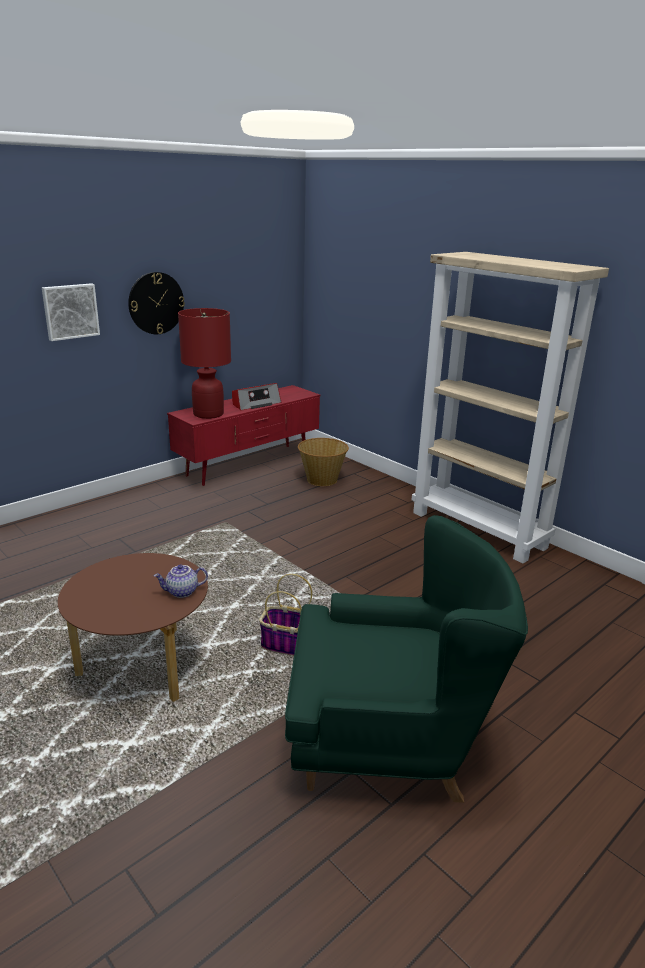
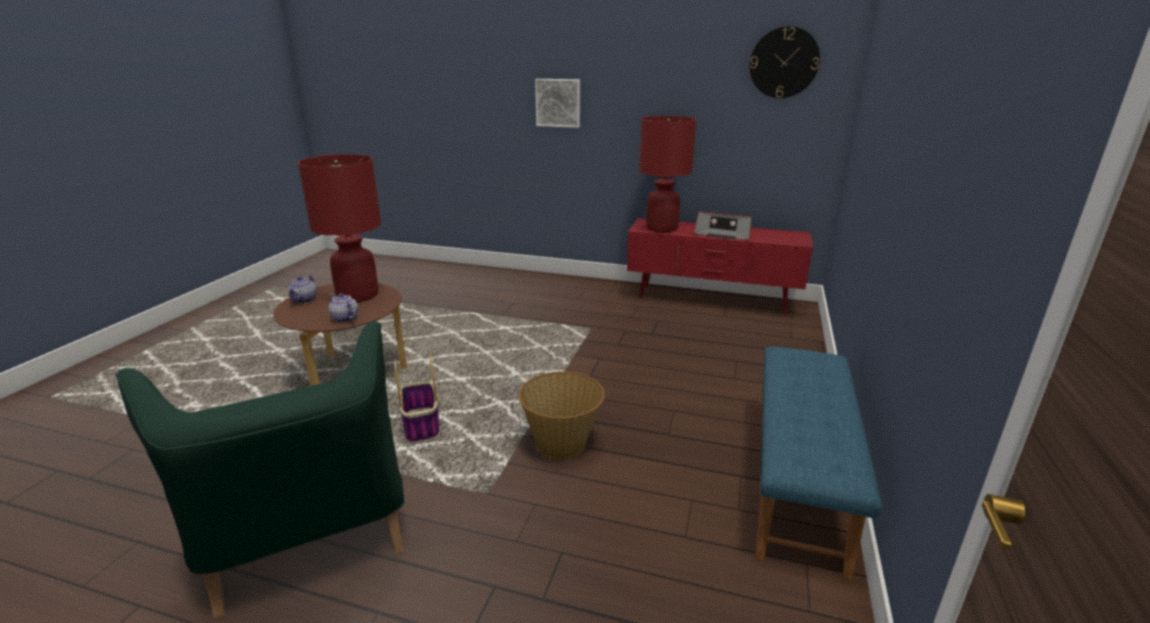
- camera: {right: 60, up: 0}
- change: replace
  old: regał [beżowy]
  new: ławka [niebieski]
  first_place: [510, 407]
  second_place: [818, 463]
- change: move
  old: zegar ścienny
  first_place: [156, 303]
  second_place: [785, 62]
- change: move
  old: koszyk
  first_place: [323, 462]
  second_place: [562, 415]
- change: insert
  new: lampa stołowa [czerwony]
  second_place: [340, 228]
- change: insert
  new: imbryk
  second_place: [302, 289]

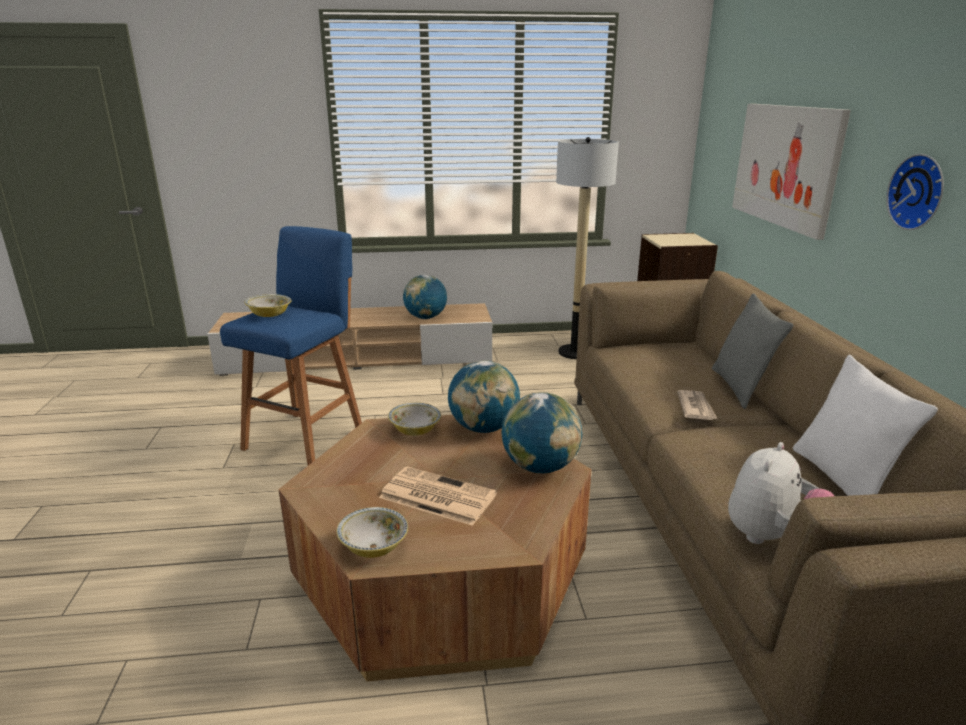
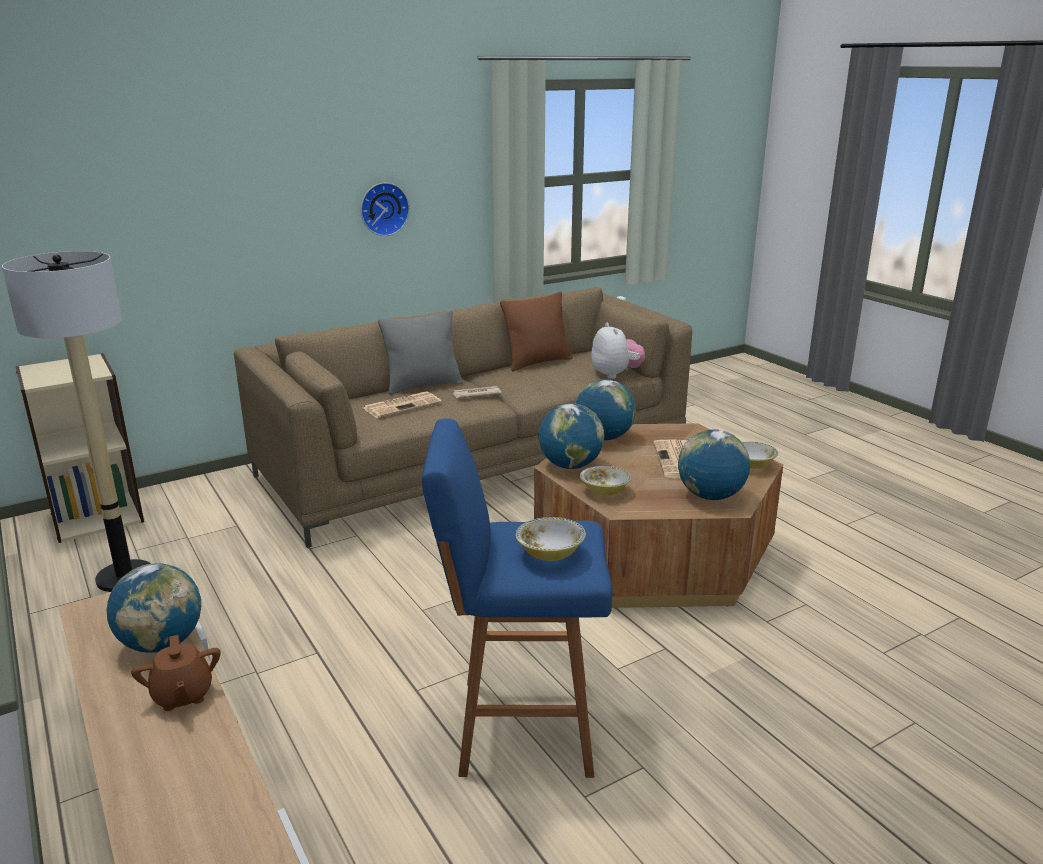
- camera: {right: -115, up: 0}
- change: delete
  old: obraz
  first_place: [791, 172]
- change: recolor
  old: poduszka [biały]
  new: poduszka [brązowy]
  first_place: [865, 425]
  second_place: [536, 331]
- change: rotate
  old: pluszak
  first_place: [781, 493]
  second_place: [618, 351]
  degrees: 60
- change: insert
  new: gazeta
  second_place: [402, 404]
- change: insert
  new: globus
  second_place: [714, 464]
- change: insert
  new: imbryk [brązowy]
  second_place: [176, 673]

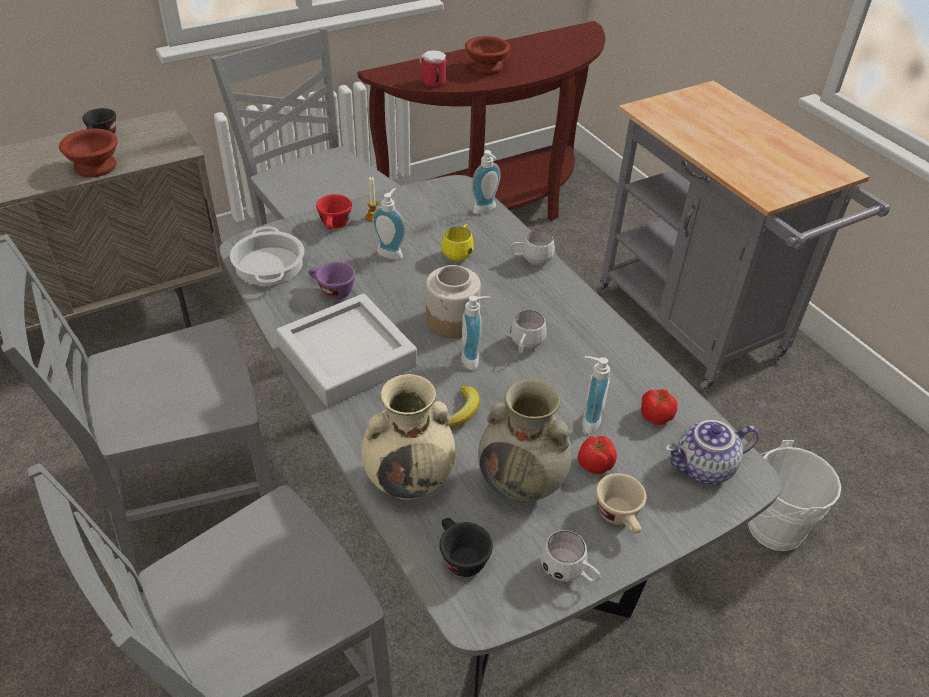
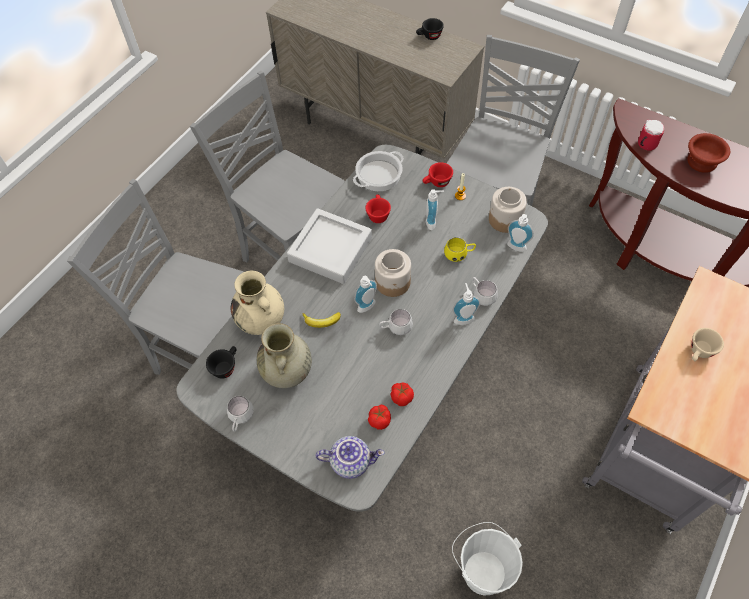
- camera: {right: 65, up: 15}
- change: delete
  old: miska [brązowy]
  first_place: [88, 153]
- change: recolor
  old: filiżanka [fioletowy]
  new: filiżanka [czerwony]
  first_place: [332, 281]
  second_place: [378, 209]
- change: move
  old: dozownik mydła
  first_place: [596, 395]
  second_place: [466, 304]
- change: rotate
  old: imbryk
  first_place: [712, 452]
  second_place: [350, 457]
  degrees: 135
- change: move
  old: pomidor
  first_place: [597, 455]
  second_place: [402, 394]
- change: move
  old: filiżanka [beżowy]
  first_place: [621, 503]
  second_place: [707, 345]
- change: insert
  new: słoik
  second_place: [508, 210]

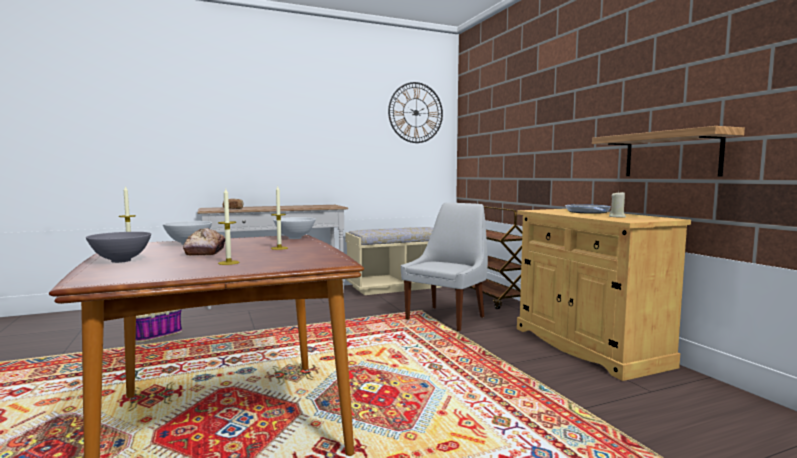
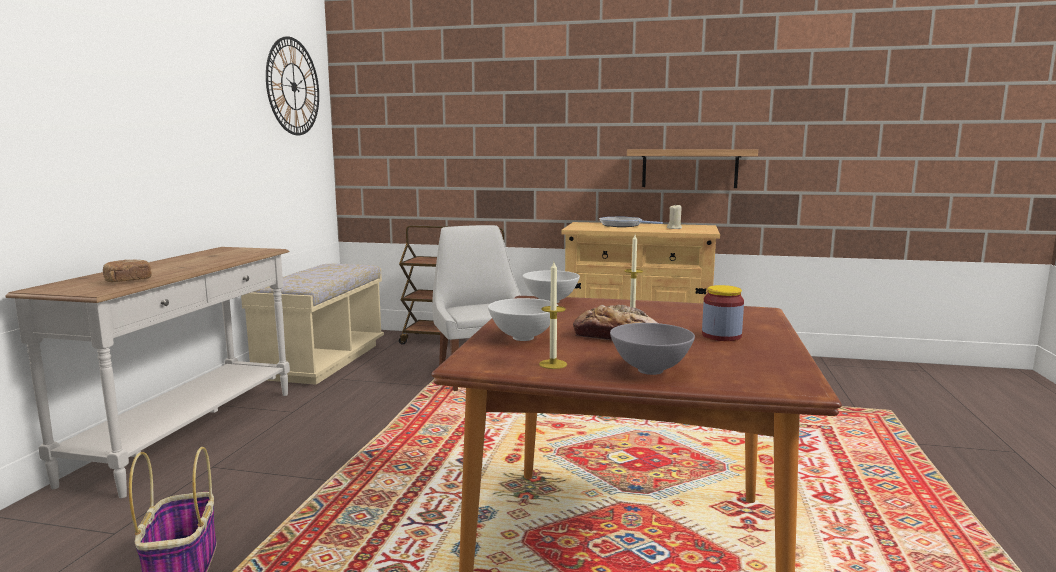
- camera: {right: -55, up: 5}
- change: replace
  old: świeca
  new: słoik
  first_place: [229, 226]
  second_place: [723, 313]

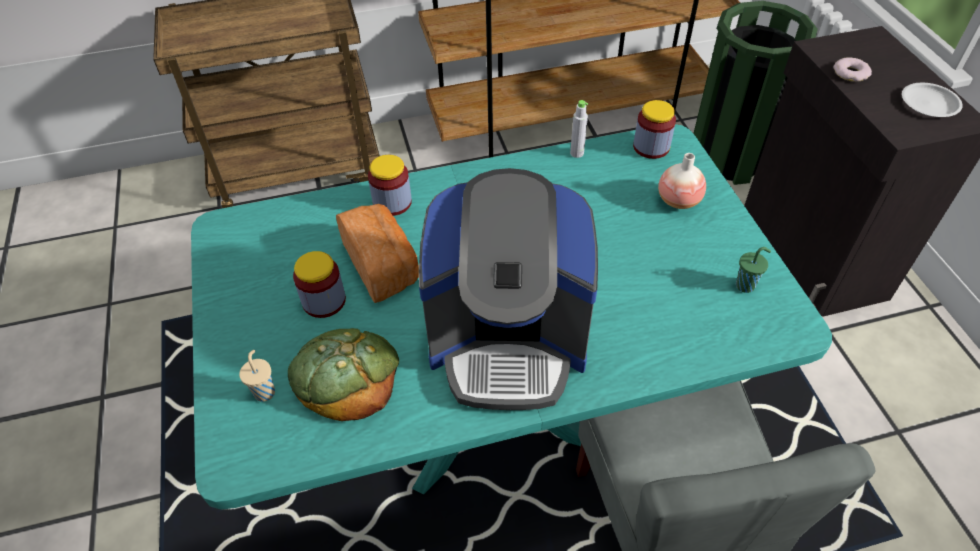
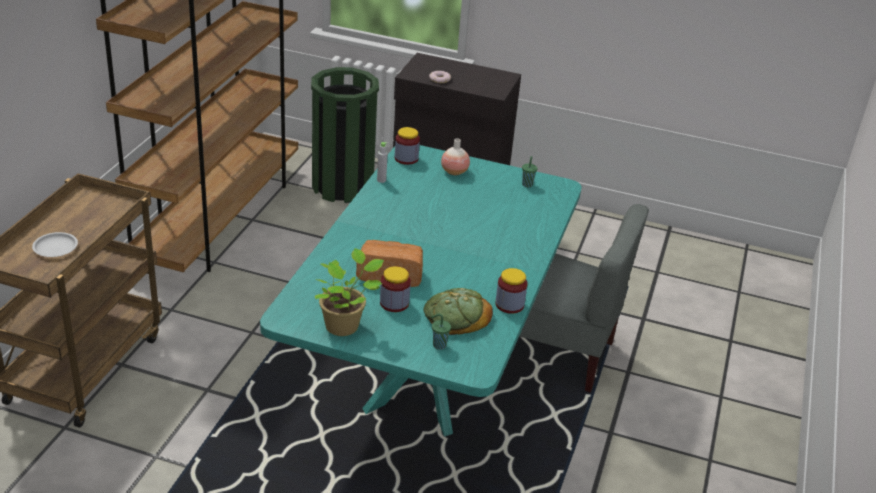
- camera: {right: -60, up: -15}
- change: move
  old: talerz [biały]
  first_place: [932, 100]
  second_place: [55, 244]
- change: move
  old: słoik
  first_place: [390, 185]
  second_place: [511, 291]
- change: delete
  old: ekspres do kawy
  first_place: [508, 289]
- change: recolor
  old: filiżanka [beżowy]
  new: filiżanka [zielony]
  first_place: [257, 376]
  second_place: [441, 332]
- change: insert
  new: roślina doniczkowa
  second_place: [349, 292]

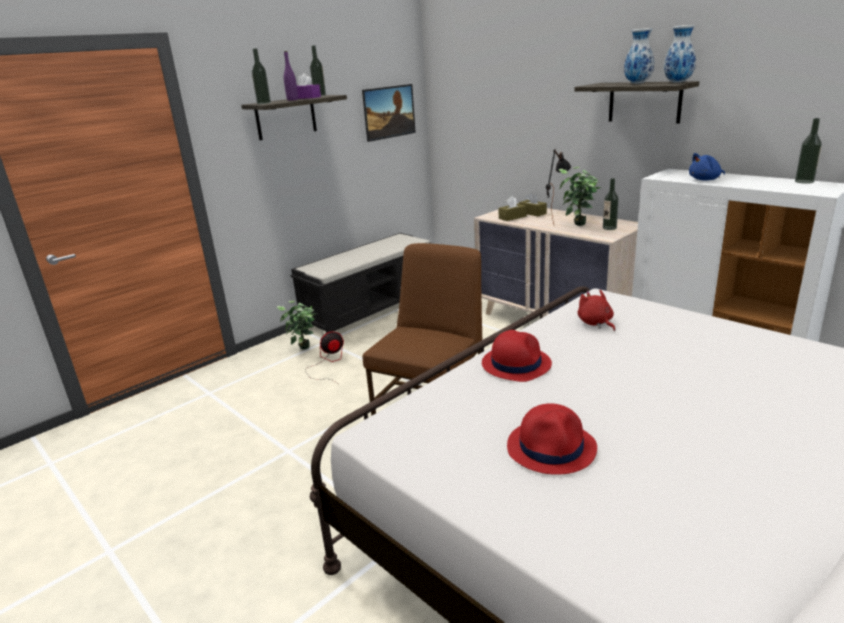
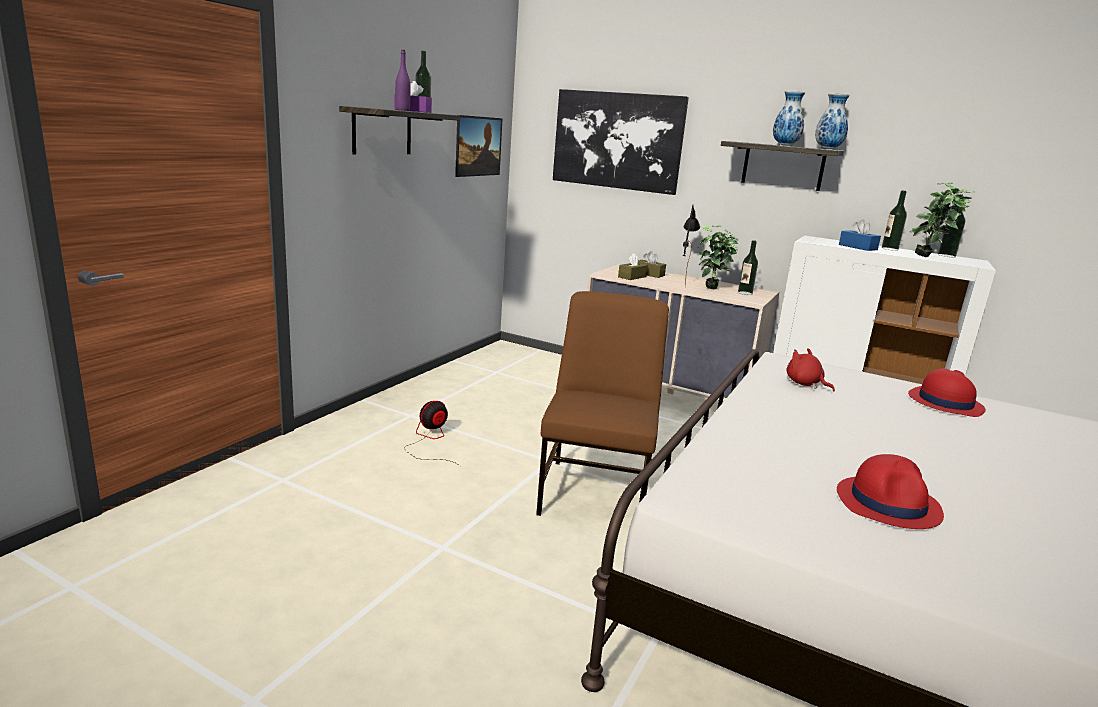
- camera: {right: -20, up: -5}
- change: move
  old: butelka
  first_place: [261, 76]
  second_place: [894, 220]
- change: replace
  old: pluszak [niebieski]
  new: pudełko chusteczek [niebieski]
  first_place: [707, 166]
  second_place: [860, 235]
- change: delete
  old: ławka [czarny]
  first_place: [360, 283]
- change: move
  old: roślina doniczkowa
  first_place: [296, 325]
  second_place: [942, 219]
- change: move
  old: kapelusz [czerwony]
  first_place: [517, 356]
  second_place: [947, 392]
- change: insert
  new: obraz
  second_place: [621, 142]

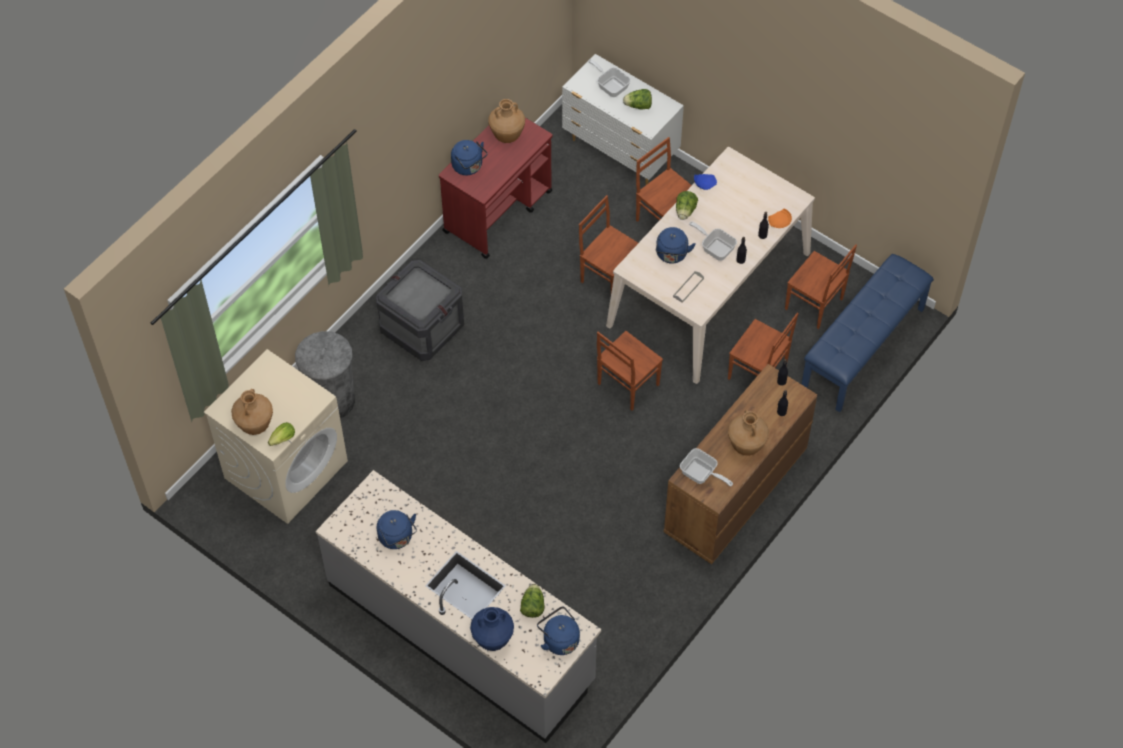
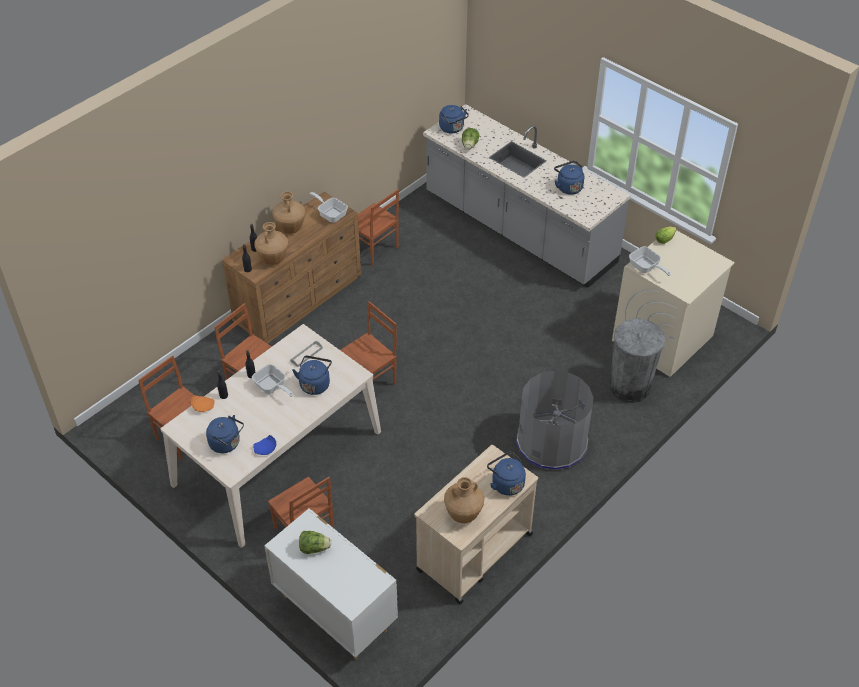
- camera: {right: -175, up: -10}
- change: move
  old: patelnia
  first_place: [609, 78]
  second_place: [650, 261]
- change: recolor
  old: wózek [czerwony]
  new: wózek [beżowy]
  first_place: [496, 188]
  second_place: [476, 524]
- change: delete
  old: sałata
  first_place: [687, 205]
- change: move
  old: krzesło [brązowy]
  first_place: [608, 243]
  second_place: [378, 227]
- change: delete
  old: ławka [niebieski]
  first_place: [868, 333]
- change: replace
  old: skrzynka
  new: kosz na śmieci [szary]
  first_place: [420, 310]
  second_place: [554, 420]
- change: move
  old: wazon [brązowy]
  first_place: [252, 412]
  second_place: [271, 243]
- change: delete
  old: wazon [niebieski]
  first_place: [492, 629]
- change: insert
  new: czajnik [niebieski]
  second_place: [225, 434]

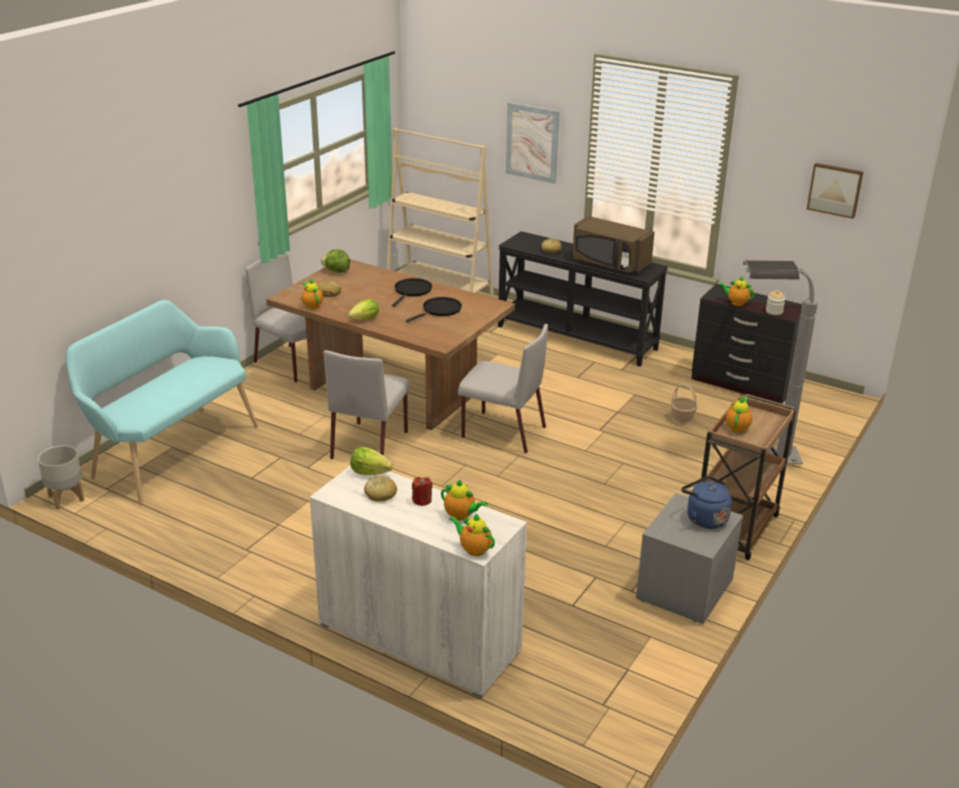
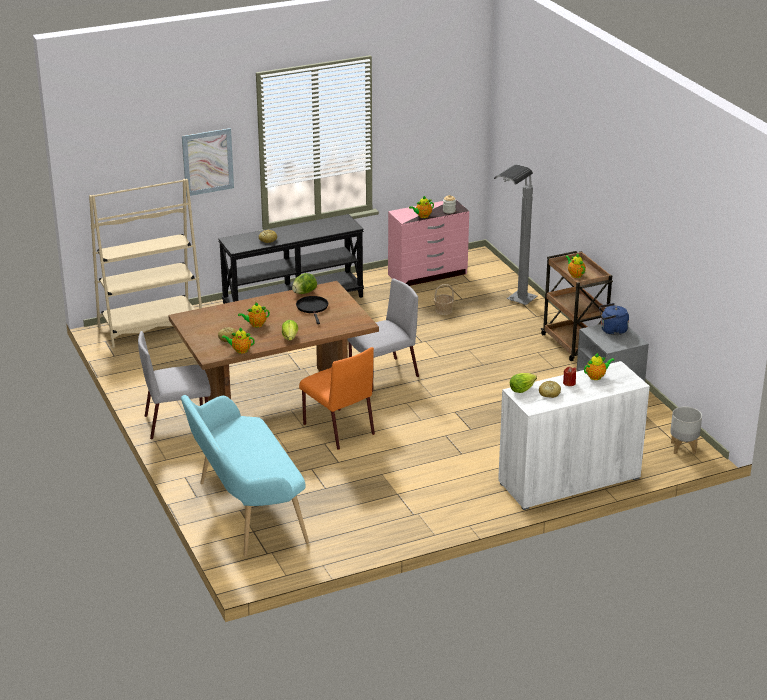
- camera: {right: -55, up: 0}
- change: delete
  old: obraz
  first_place: [835, 191]
- change: delete
  old: mikrofalówka [brązowy]
  first_place: [613, 244]
- change: move
  old: sałata
  first_place: [335, 260]
  second_place: [304, 283]
- change: delete
  old: patelnia [czarny]
  first_place: [412, 292]
- change: recolor
  old: komoda [czarny]
  new: komoda [różowy]
  first_place: [746, 344]
  second_place: [428, 242]
- change: recolor
  old: krzesło [szary]
  new: krzesło [pomarańczowy]
  first_place: [367, 404]
  second_place: [337, 398]
- change: move
  old: donica [szary]
  first_place: [61, 477]
  second_place: [686, 431]
- change: move
  old: imbryk
  first_place: [472, 535]
  second_place: [254, 315]

